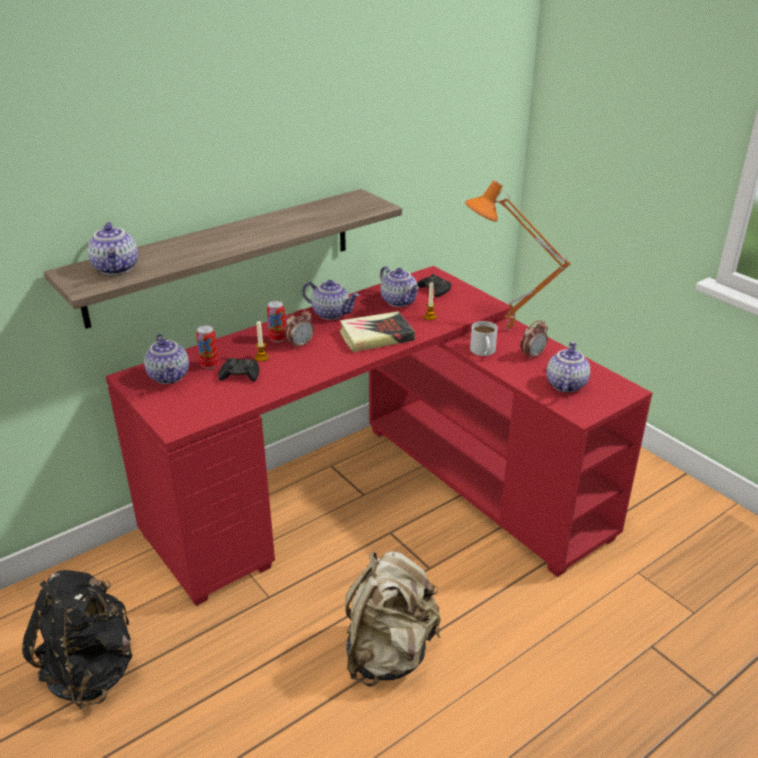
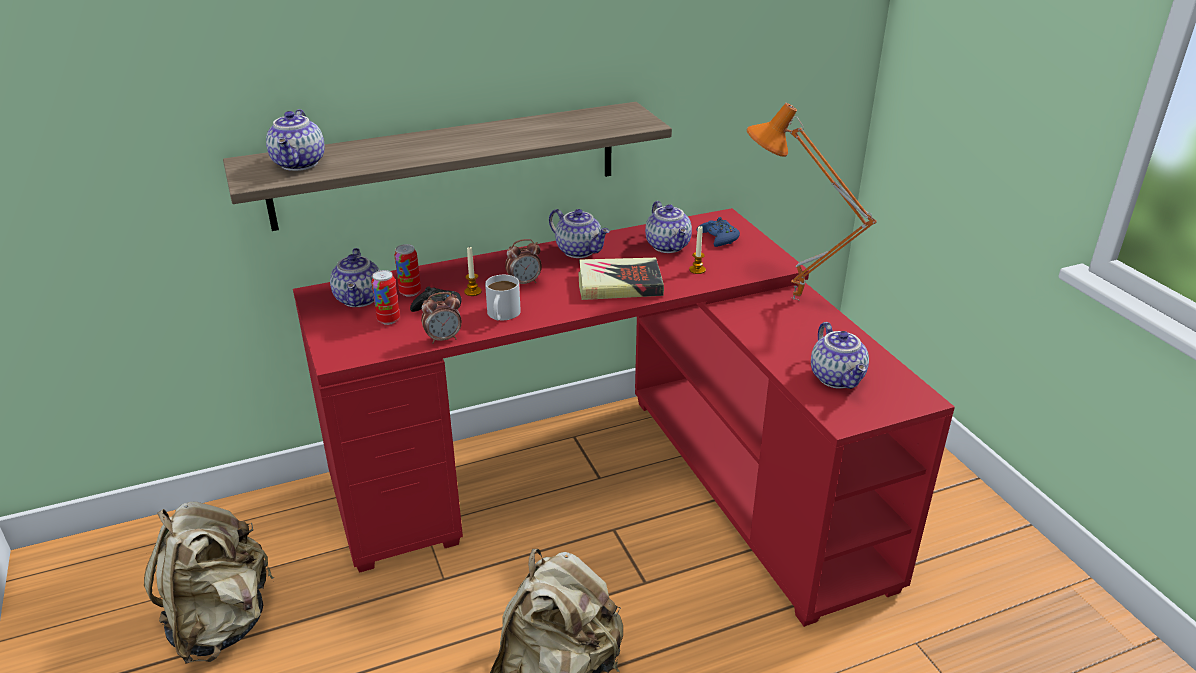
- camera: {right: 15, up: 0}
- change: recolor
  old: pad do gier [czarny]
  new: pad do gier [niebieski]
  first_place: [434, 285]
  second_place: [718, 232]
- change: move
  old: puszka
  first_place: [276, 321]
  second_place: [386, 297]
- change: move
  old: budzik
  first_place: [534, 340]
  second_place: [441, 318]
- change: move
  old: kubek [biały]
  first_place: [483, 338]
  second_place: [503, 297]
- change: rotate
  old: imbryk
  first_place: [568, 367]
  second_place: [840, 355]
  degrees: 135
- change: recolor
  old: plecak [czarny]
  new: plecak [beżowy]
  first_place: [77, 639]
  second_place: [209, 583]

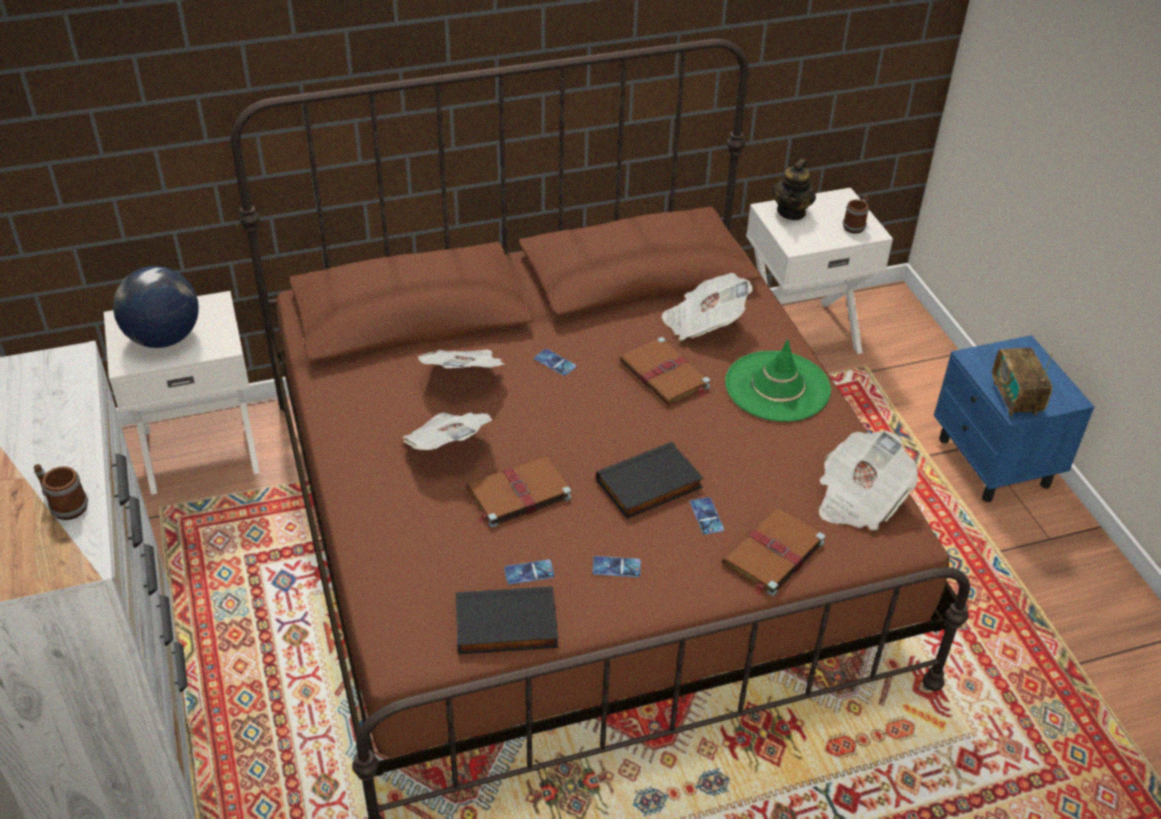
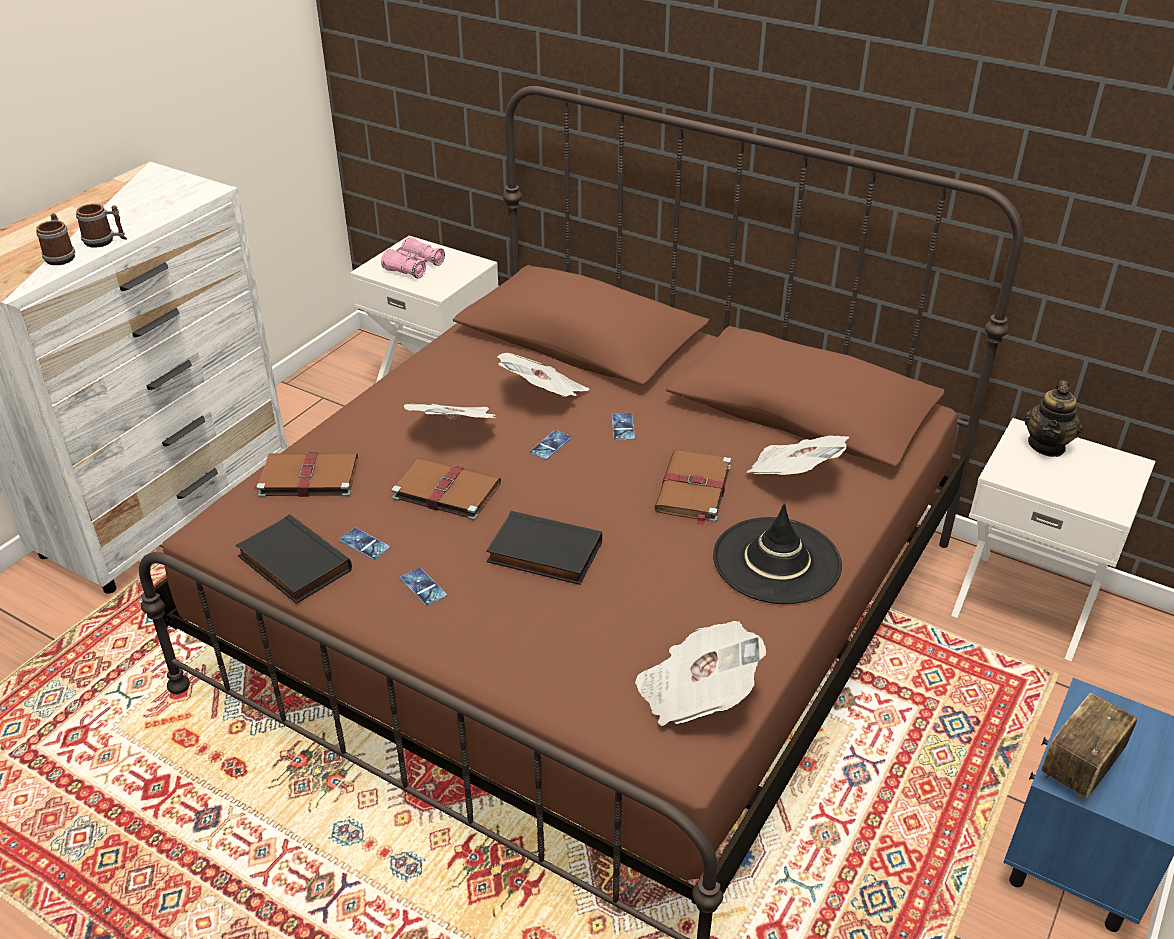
- camera: {right: 50, up: -5}
- change: rotate
  old: imbryk
  first_place: [794, 189]
  second_place: [1053, 418]
  degrees: -45
- change: move
  old: kubek
  first_place: [856, 214]
  second_place: [101, 226]
- change: replace
  old: globus
  new: lornetka [różowy]
  first_place: [156, 307]
  second_place: [413, 257]
- change: recolor
  old: kapelusz [zielony]
  new: kapelusz [czarny]
  first_place: [778, 380]
  second_place: [777, 554]
- change: move
  old: telefon
  first_place: [707, 516]
  second_place: [550, 445]
- change: move
  old: książka [brązowy]
  first_place: [773, 552]
  second_place: [305, 474]

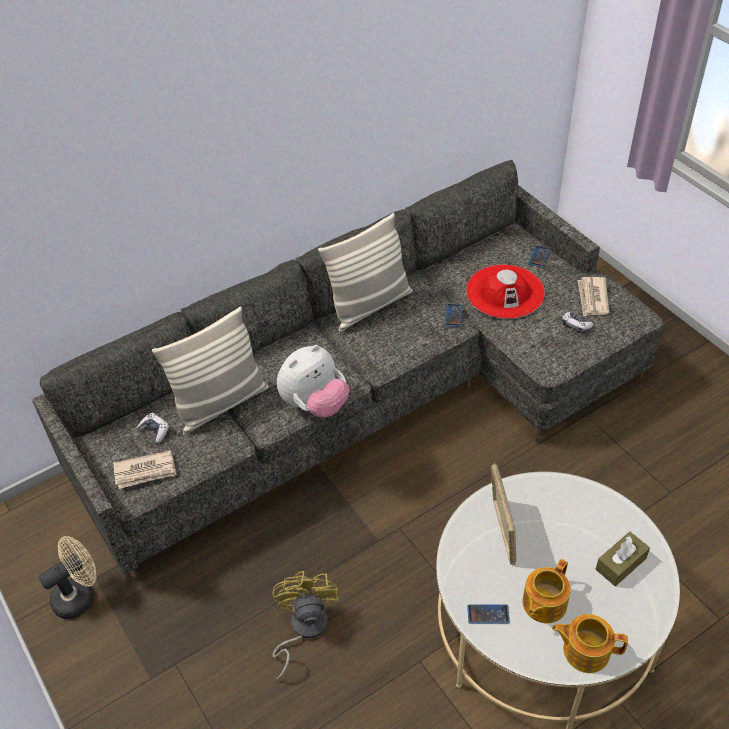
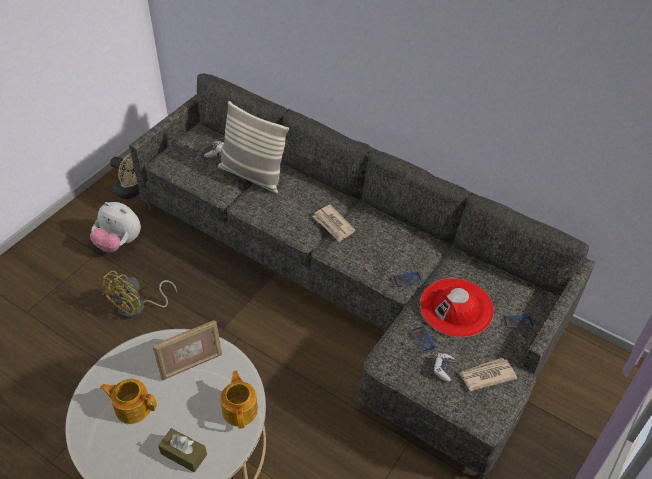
- camera: {right: 65, up: 0}
- change: delete
  old: poduszka
  first_place: [365, 272]
- change: move
  old: pluszak
  first_place: [313, 381]
  second_place: [115, 227]
- change: move
  old: gazeta
  first_place: [145, 469]
  second_place: [334, 223]
- change: rotate
  old: wentylator [żółty]
  first_place: [306, 625]
  second_place: [139, 295]
  degrees: 150
- change: move
  old: telefon
  first_place: [488, 614]
  second_place: [424, 339]
- change: move
  old: imbryk
  first_place: [590, 643]
  second_place: [239, 400]

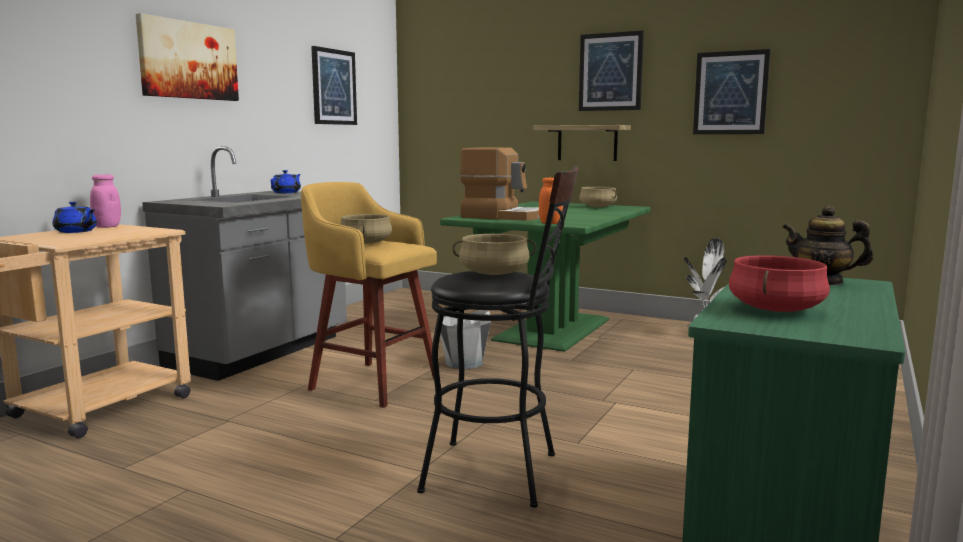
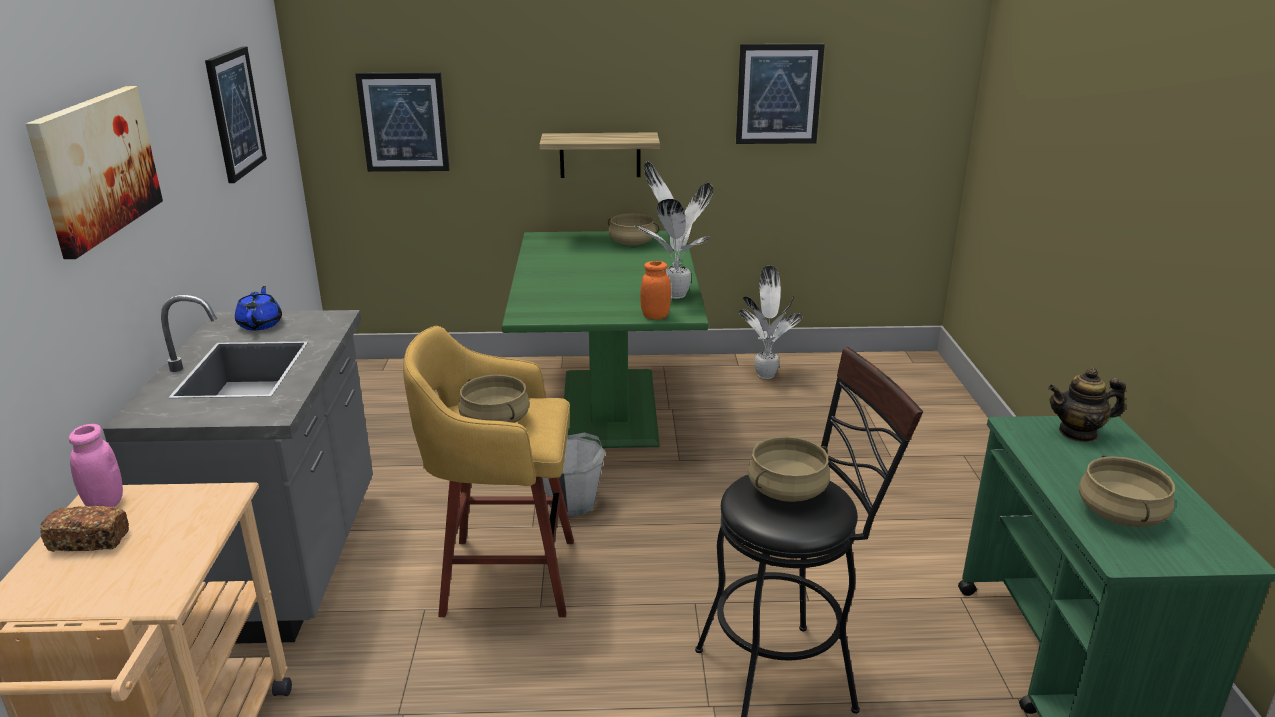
- camera: {right: -30, up: 15}
- change: move
  old: obraz
  first_place: [611, 70]
  second_place: [402, 122]
- change: delete
  old: ekspres do kawy
  first_place: [500, 184]
- change: replace
  old: imbryk [niebieski]
  new: chleb
  first_place: [75, 217]
  second_place: [84, 529]
- change: recolor
  old: garnek [czerwony]
  new: garnek [beżowy]
  first_place: [779, 283]
  second_place: [1127, 491]
- change: insert
  new: roślina doniczkowa
  second_place: [673, 230]

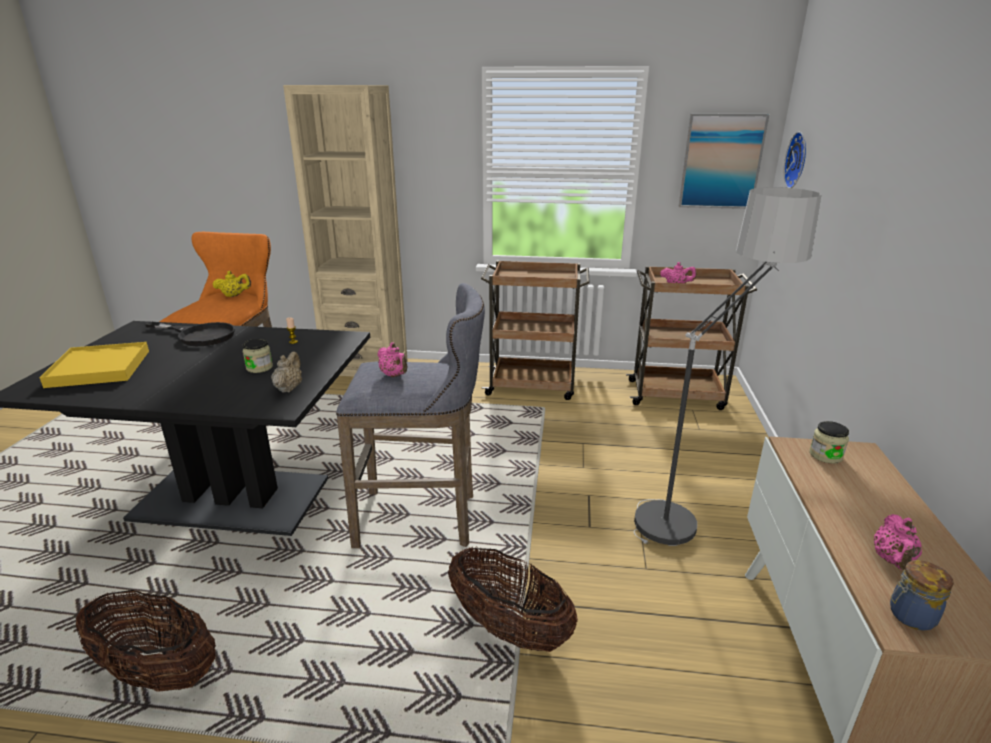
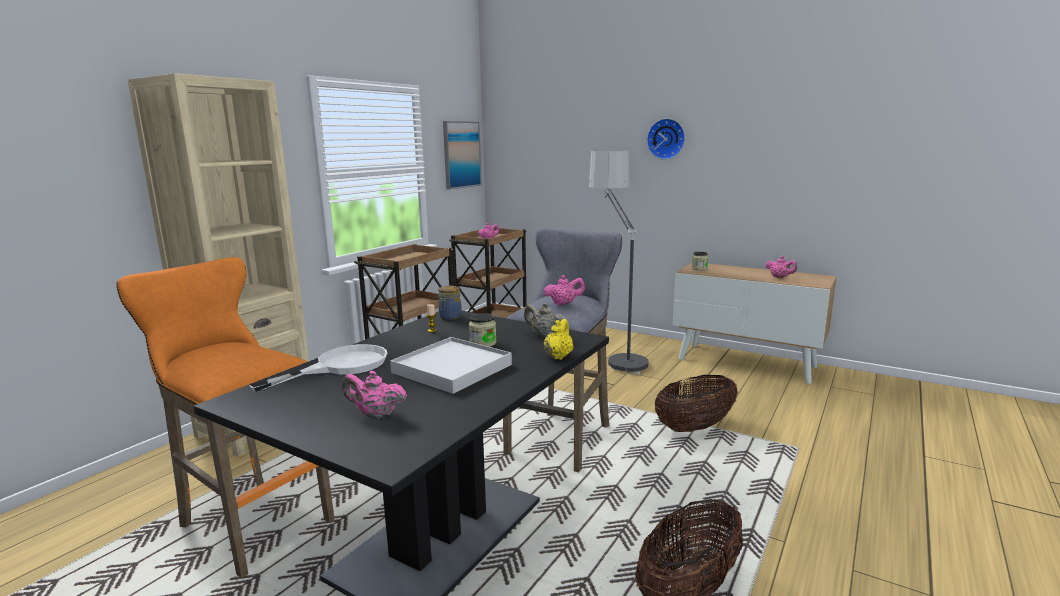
- camera: {right: -65, up: -10}
- change: move
  old: zegar ścienny
  first_place: [794, 160]
  second_place: [666, 139]
- change: move
  old: imbryk [żółty]
  first_place: [232, 284]
  second_place: [559, 339]
- change: recolor
  old: patelnia [czarny]
  new: patelnia [biały]
  first_place: [190, 334]
  second_place: [318, 368]
- change: replace
  old: taca [żółty]
  new: imbryk [różowy]
  first_place: [94, 365]
  second_place: [374, 395]
- change: move
  old: słoik
  first_place: [922, 595]
  second_place: [450, 303]
- change: insert
  new: taca [biały]
  second_place: [451, 365]

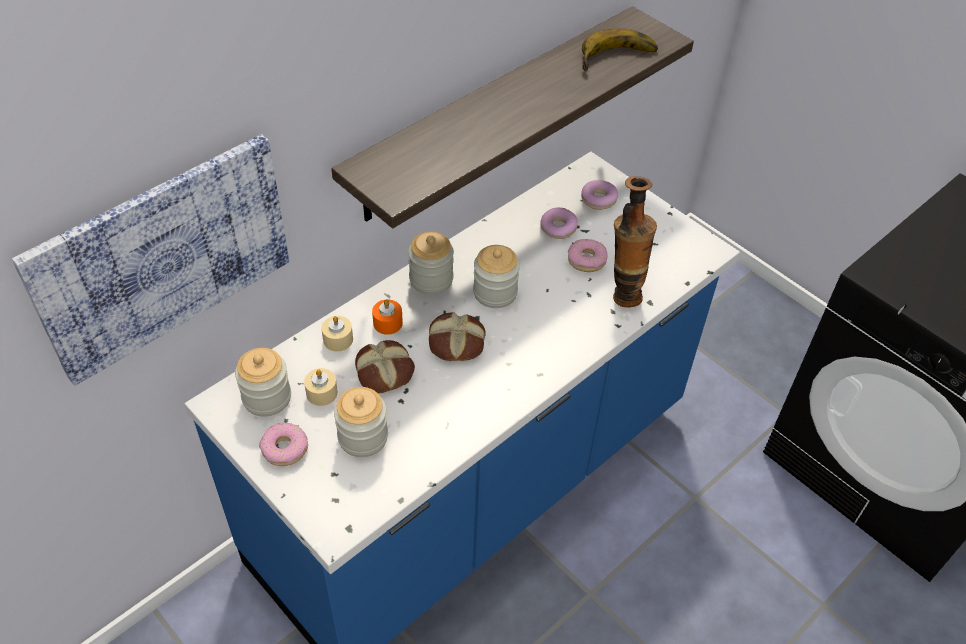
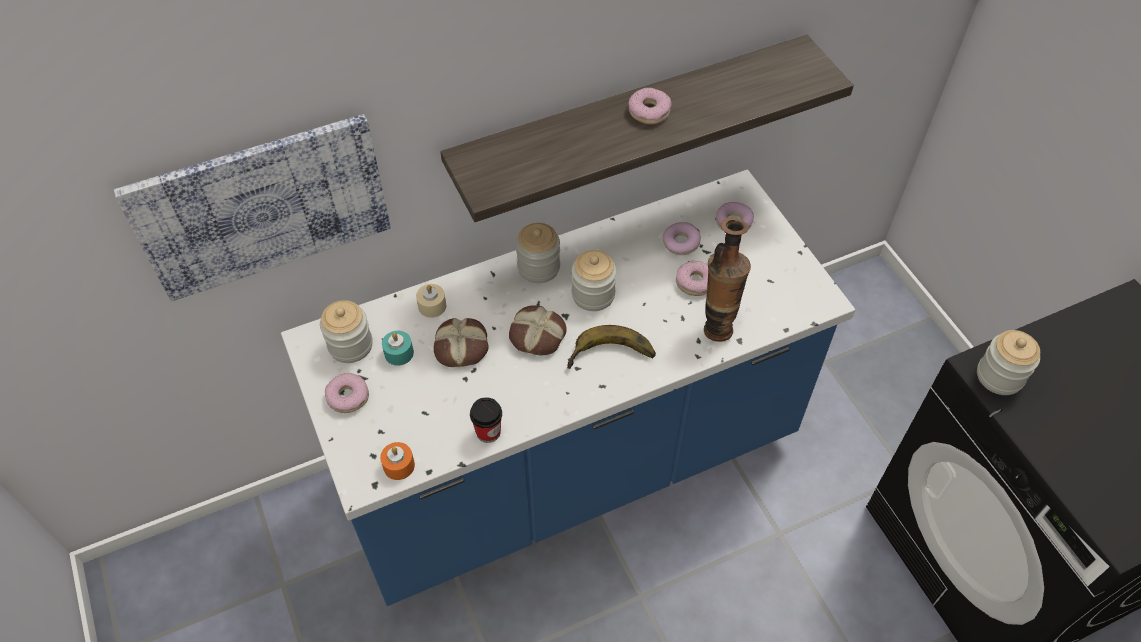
- camera: {right: 20, up: 5}
- change: move
  old: banan
  first_place: [619, 50]
  second_place: [611, 347]
- change: move
  old: świeca [pomarańczowy]
  first_place: [387, 317]
  second_place: [397, 461]
- change: recolor
  old: świeca [beżowy]
  new: świeca [turkusowy]
  first_place: [321, 387]
  second_place: [398, 348]
- change: move
  old: słoik
  first_place: [361, 422]
  second_place: [1008, 362]
- change: insert
  new: donut
  second_place: [650, 106]
- change: insert
  new: filiżanka
  second_place: [486, 420]

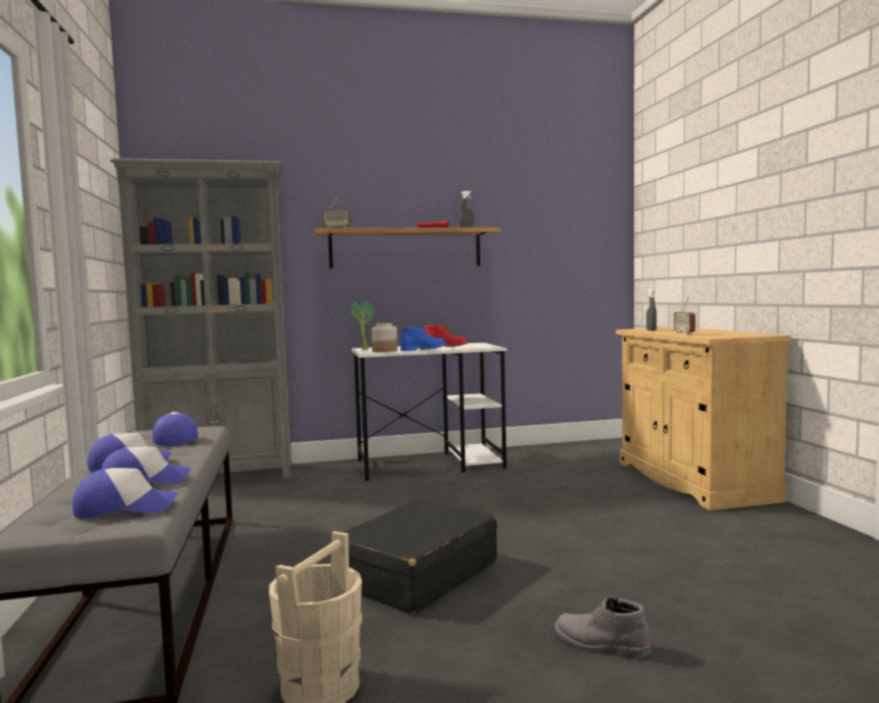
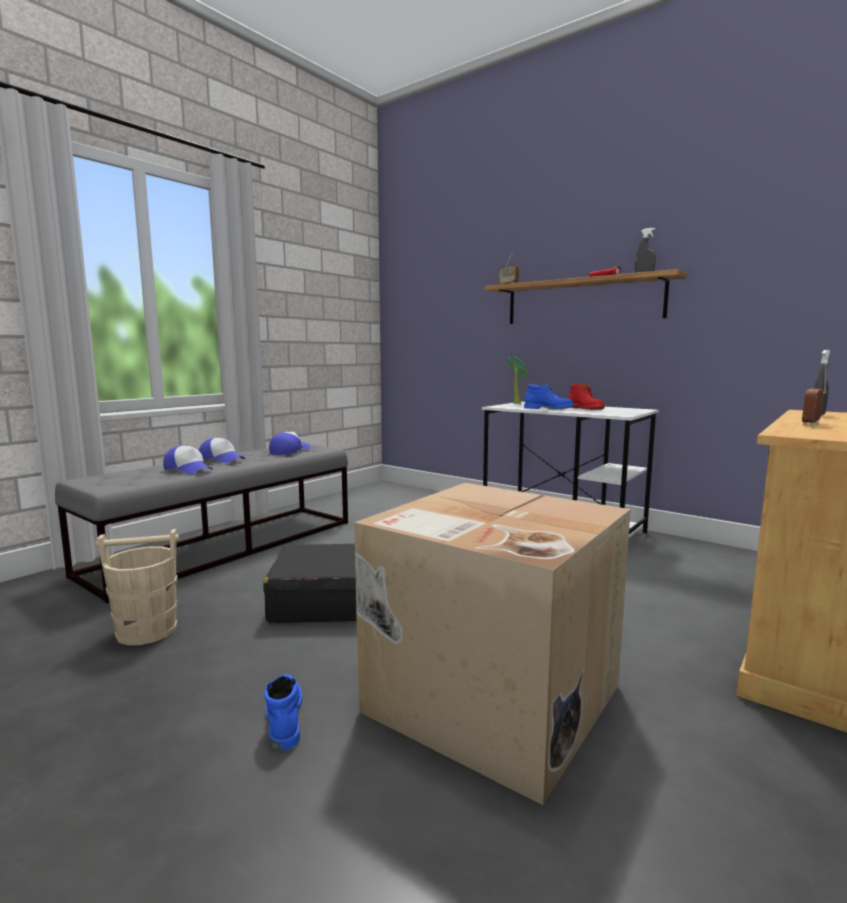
- camera: {right: 50, up: 5}
- change: delete
  old: regał [szary]
  first_place: [201, 319]
- change: delete
  old: słoik
  first_place: [385, 337]
- change: delete
  old: czapka z daszkiem
  first_place: [125, 493]
- change: recolor
  old: but z cholewką [szary]
  new: but z cholewką [niebieski]
  first_place: [603, 627]
  second_place: [283, 712]
- change: insert
  new: karton
  second_place: [492, 644]

